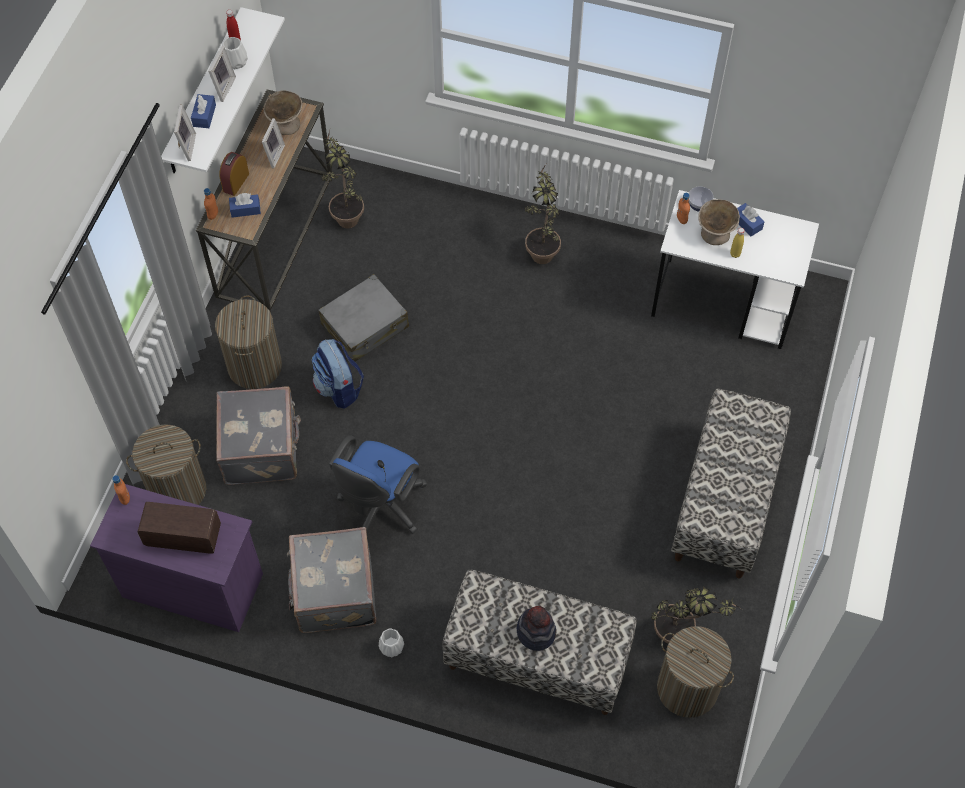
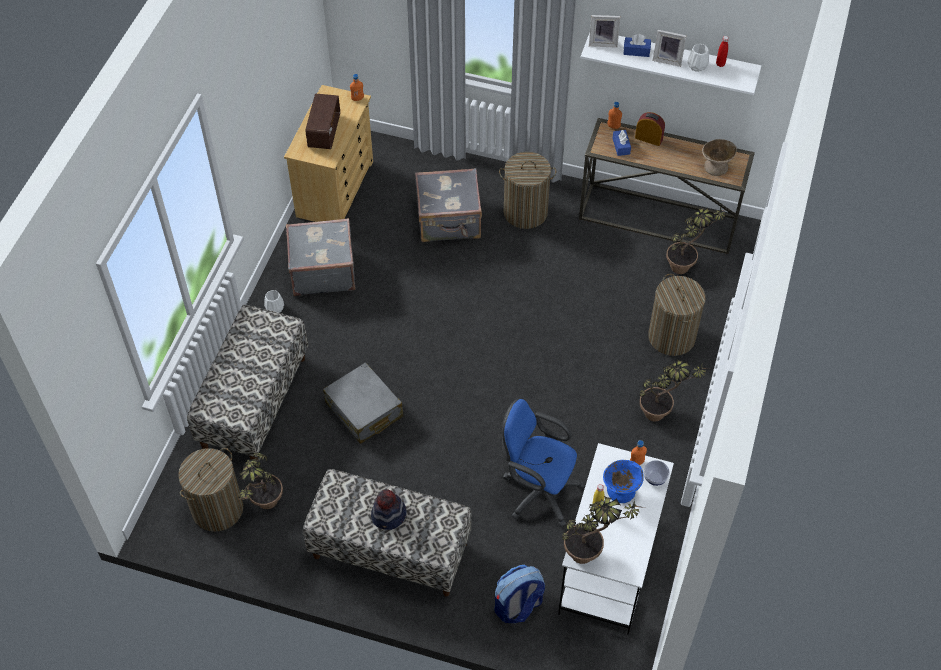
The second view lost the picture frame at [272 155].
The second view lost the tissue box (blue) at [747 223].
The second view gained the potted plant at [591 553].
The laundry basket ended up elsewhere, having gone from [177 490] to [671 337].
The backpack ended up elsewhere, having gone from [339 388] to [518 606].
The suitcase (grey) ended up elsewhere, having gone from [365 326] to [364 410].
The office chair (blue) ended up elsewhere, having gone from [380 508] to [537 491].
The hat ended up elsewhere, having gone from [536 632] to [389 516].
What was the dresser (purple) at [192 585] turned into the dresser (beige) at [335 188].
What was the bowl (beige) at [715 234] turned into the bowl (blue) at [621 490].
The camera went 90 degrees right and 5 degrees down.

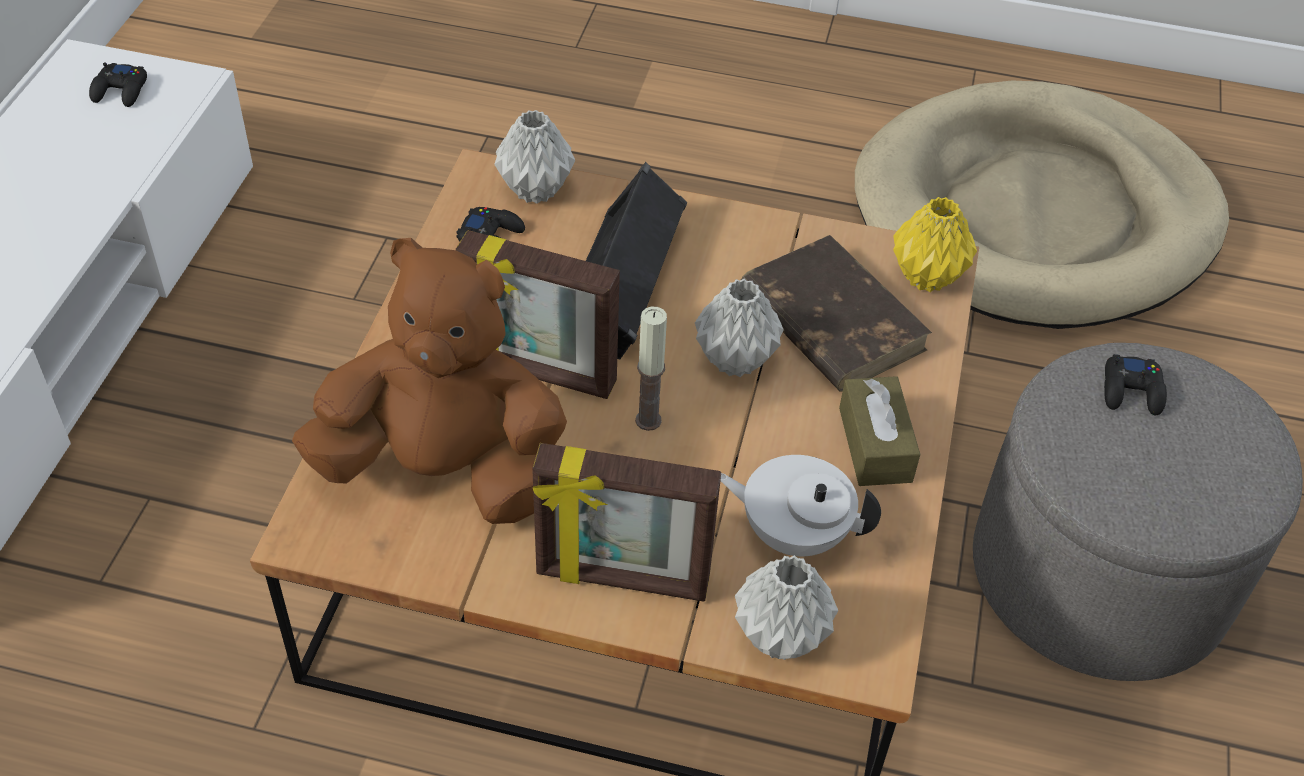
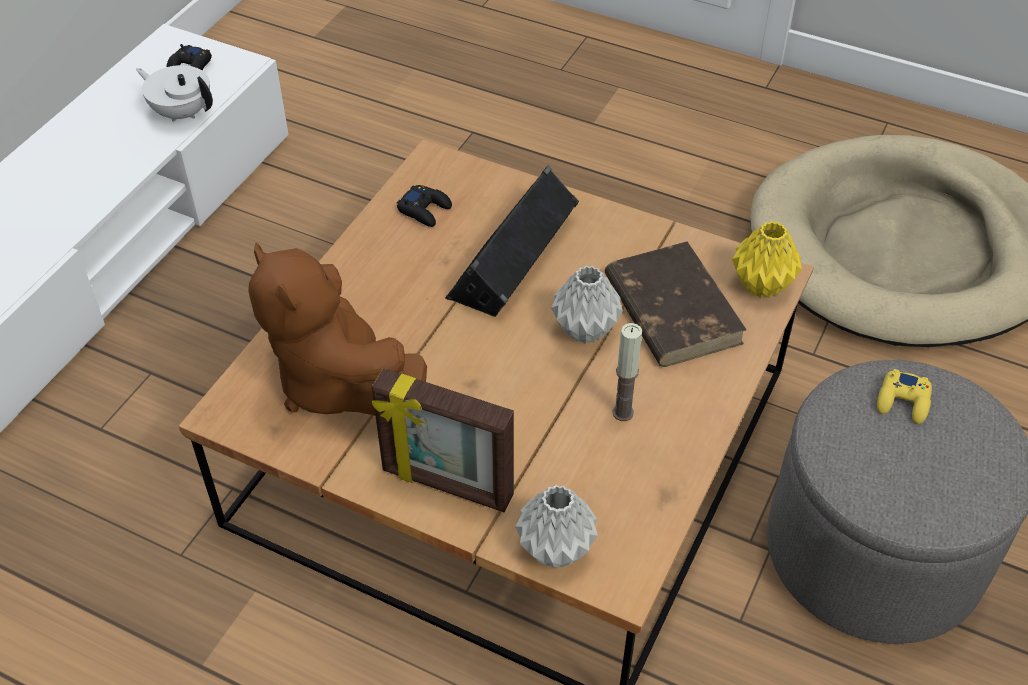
The second view lost the picture frame at [539 373].
The second view lost the vase (grey) at [534 191].
The second view lost the tissue box (brown) at [875 444].
The candle ended up elsewhere, having gone from [648 420] to [623 412].
The teapot (white) ended up elsewhere, having gone from [793 533] to [182 112].
What was the game controller (black) at [1132 391] turned into the game controller (yellow) at [903 401].
The plush toy (brown) at [445 470] ended up facing another way, 150 degrees counterclockwise from before.
The camera went 15 degrees right and 0 degrees up.

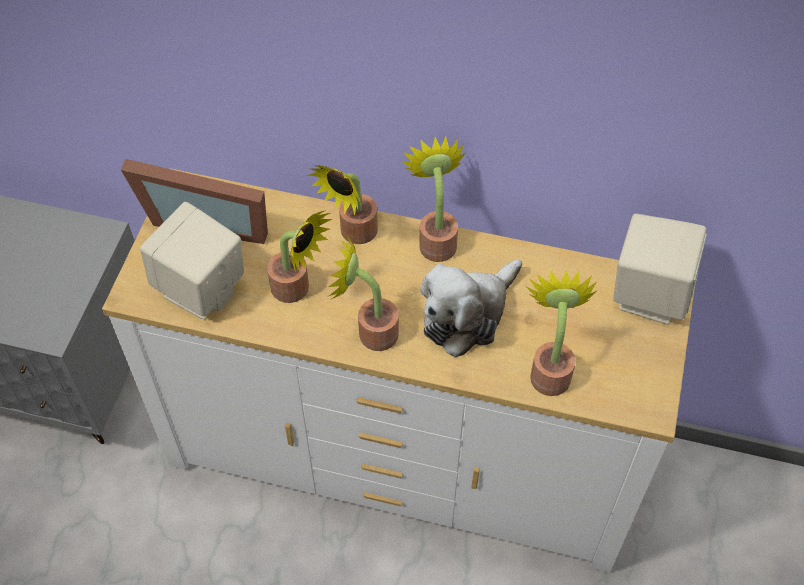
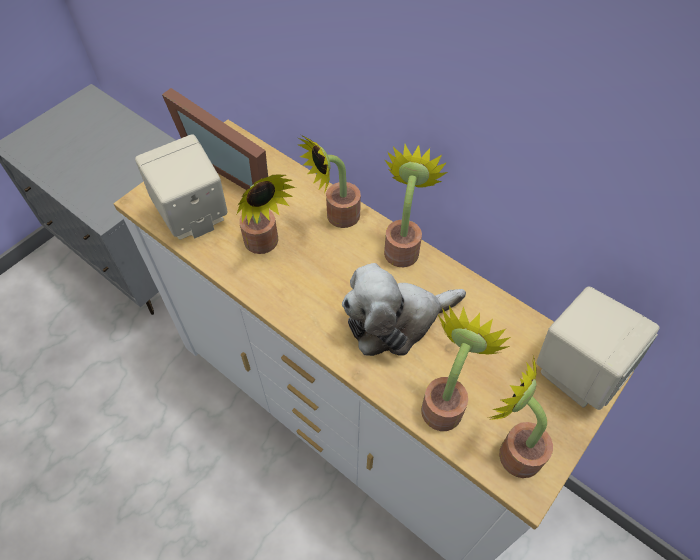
The potted plant ended up elsewhere, having gone from [370 332] to [512 450].
The camera went 25 degrees right and 0 degrees up.

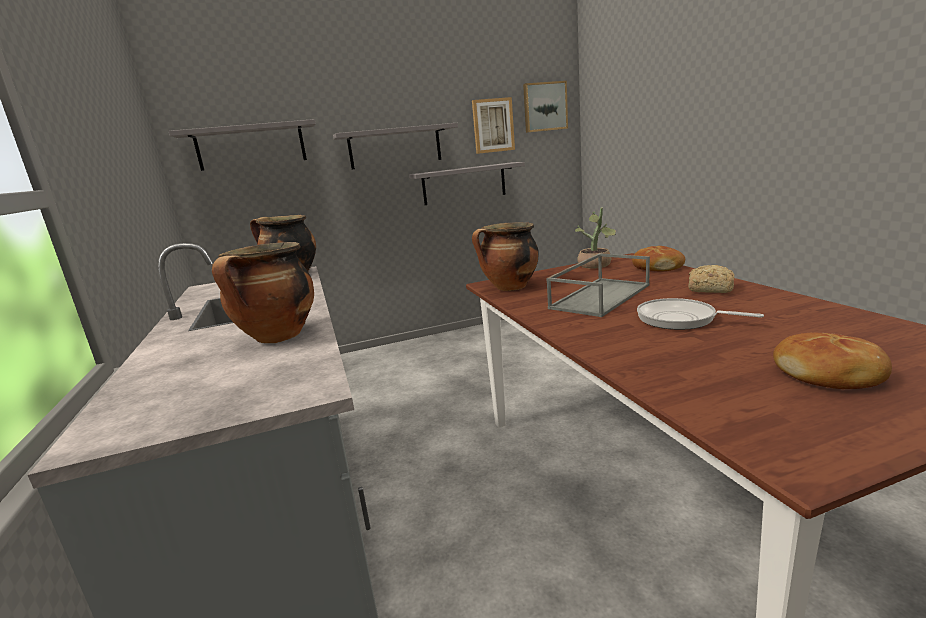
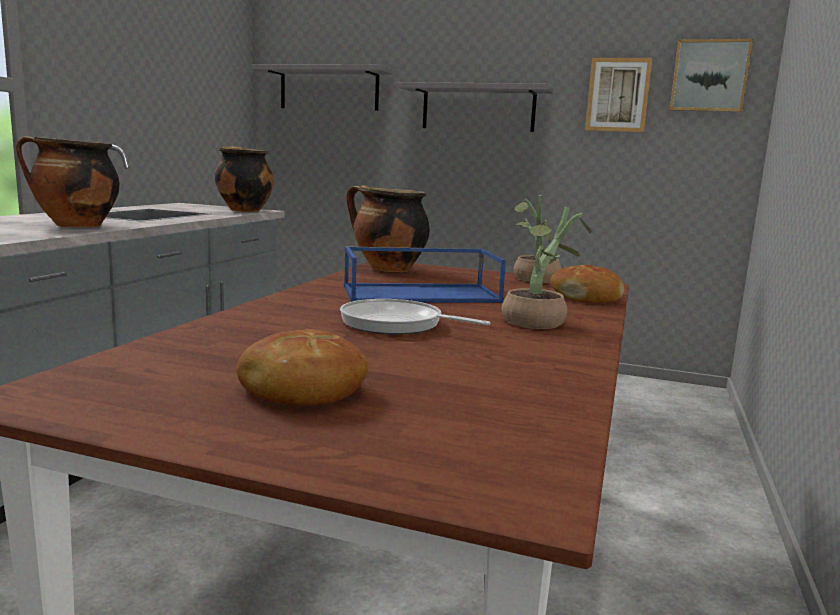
The second view lost the shelf (grey) at [464 184].
Where the bread stood at [708 289], the potted plant came to stand at [541 322].
What was the tray (grey) at [600 296] turned into the tray (blue) at [422 294].
The frying pan at [680 319] ended up facing another way, 45 degrees counterclockwise from before.
The camera went 35 degrees right and 5 degrees down.

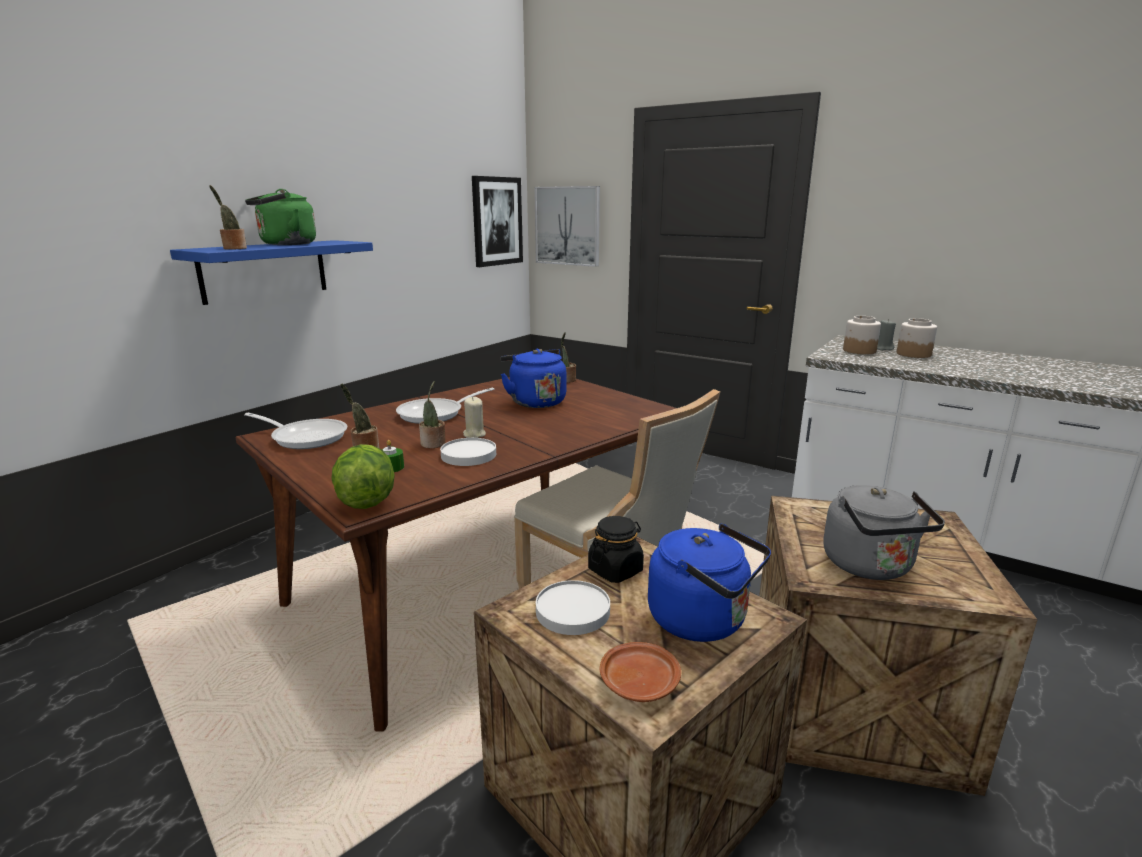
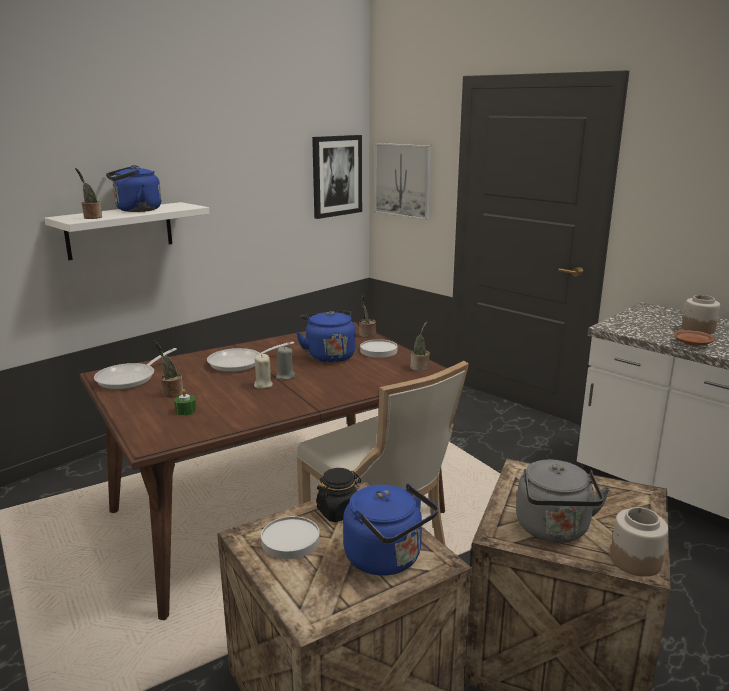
The second view lost the lettuce at [366 500].
The potted plant ended up elsewhere, having gone from [433 444] to [420 368].
The plate (white) ended up elsewhere, having gone from [468 455] to [378 351].
The plate (brown) ended up elsewhere, having gone from [639 682] to [692 343].
The jar ended up elsewhere, having gone from [859 350] to [635 560].
The candle (grey) ended up elsewhere, having gone from [883 348] to [285 376].
What was the shelf (blue) at [264 270] turned into the shelf (white) at [120 230].
What was the kettle (green) at [285 244] turned into the kettle (blue) at [135 210].
The frying pan at [305 437] ended up facing another way, 90 degrees clockwise from before.
The camera went 10 degrees right and 0 degrees up.

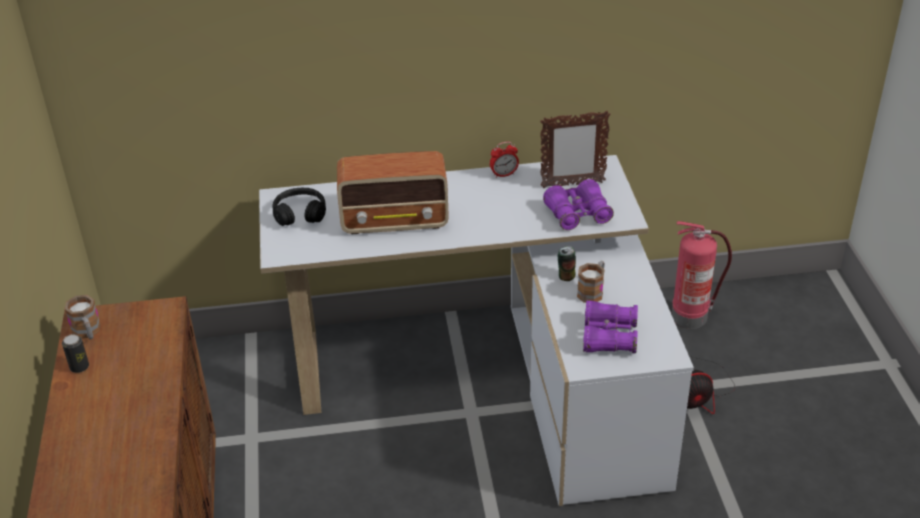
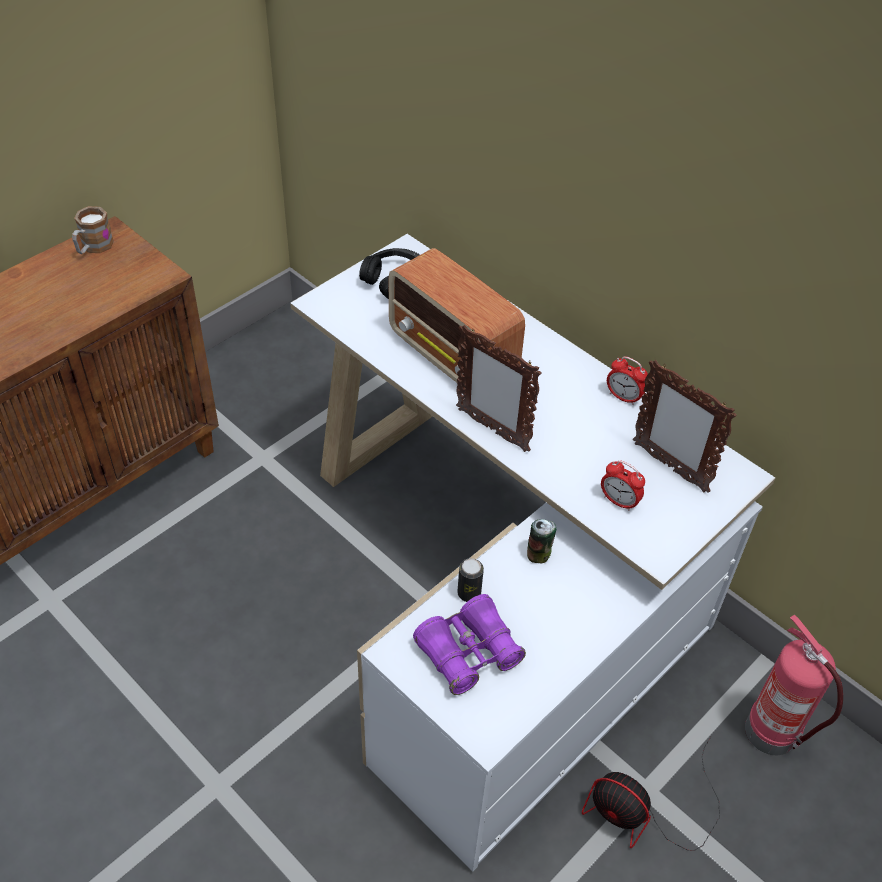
The second view lost the mug at [592 291].
The second view gained the picture frame at [492 429].
The can ended up elsewhere, having gone from [79 367] to [469 593].
Where the binoculars (purple) stood at [578 214], the alarm clock came to stand at [619 501].
The camera went 50 degrees right and 10 degrees up.

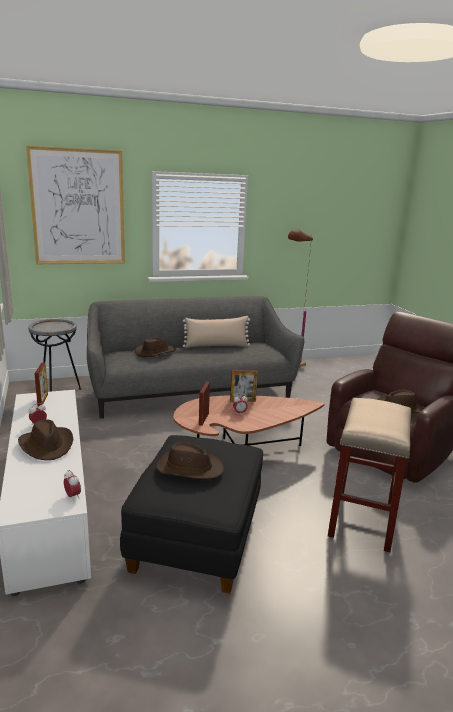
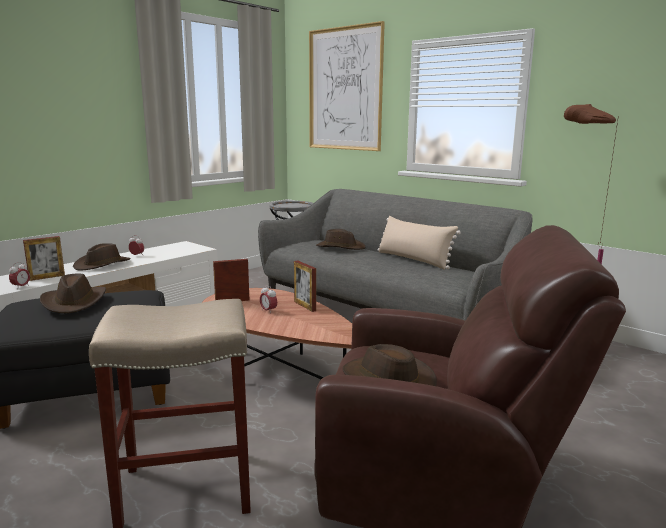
The picture frame ended up elsewhere, having gone from [42 400] to [47 277].
The camera went 60 degrees right and 5 degrees down.

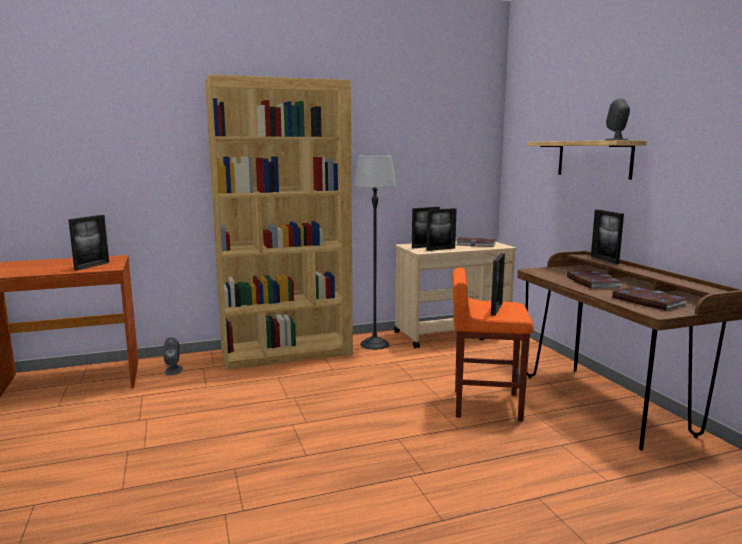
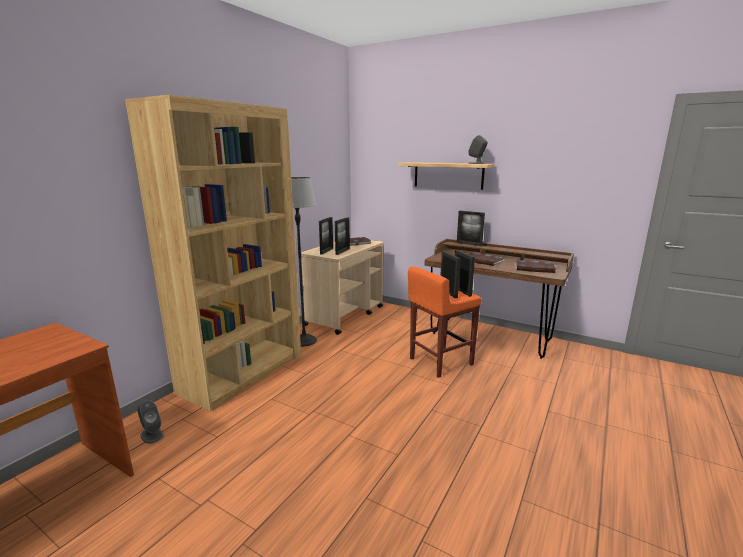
The picture frame ended up elsewhere, having gone from [92 266] to [462 291].
The camera went 40 degrees left and 5 degrees up.

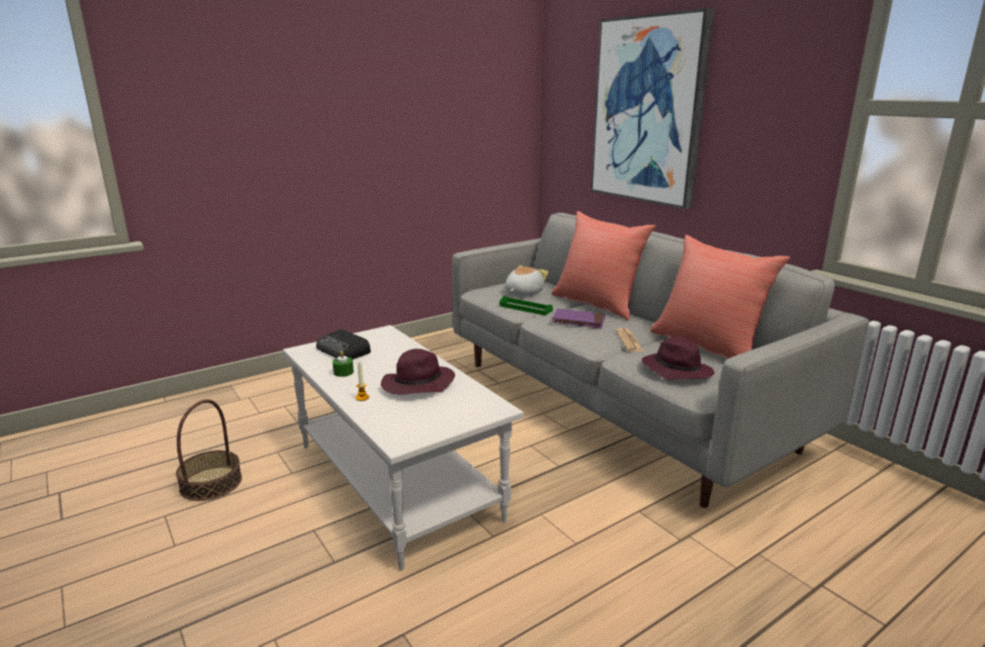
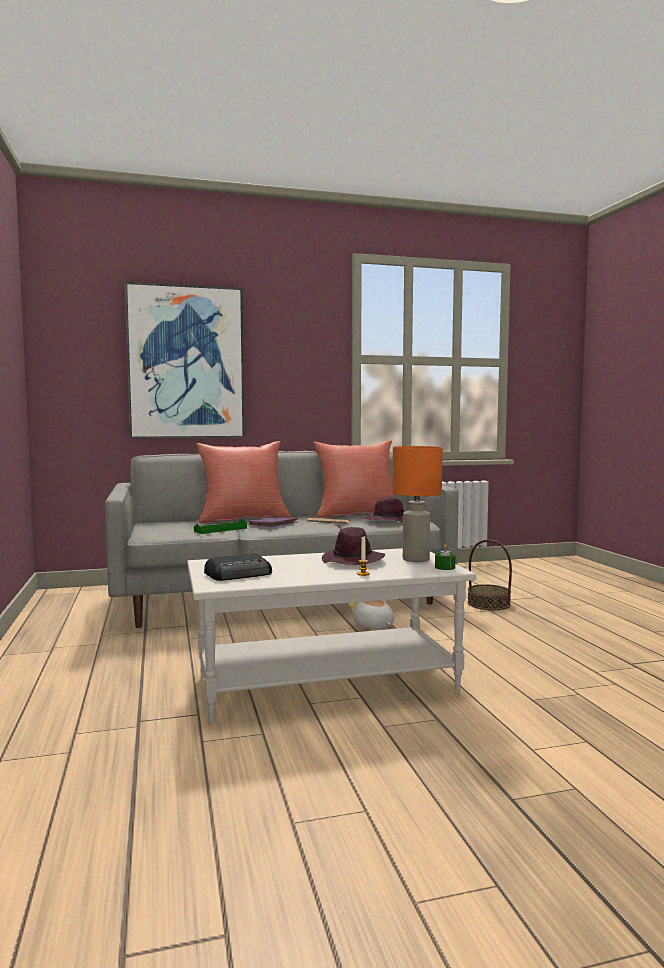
The second view gained the table lamp (orange) at [415 559].
The basket ended up elsewhere, having gone from [211 483] to [488 604].
The candle (green) ended up elsewhere, having gone from [343 372] to [445 567].
The plush toy ended up elsewhere, having gone from [523 293] to [373 626].
The camera went 70 degrees left and 15 degrees down.

